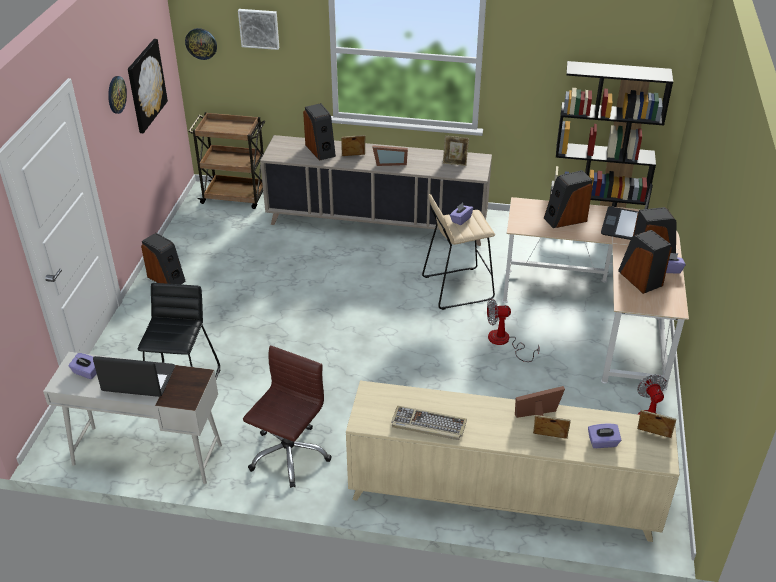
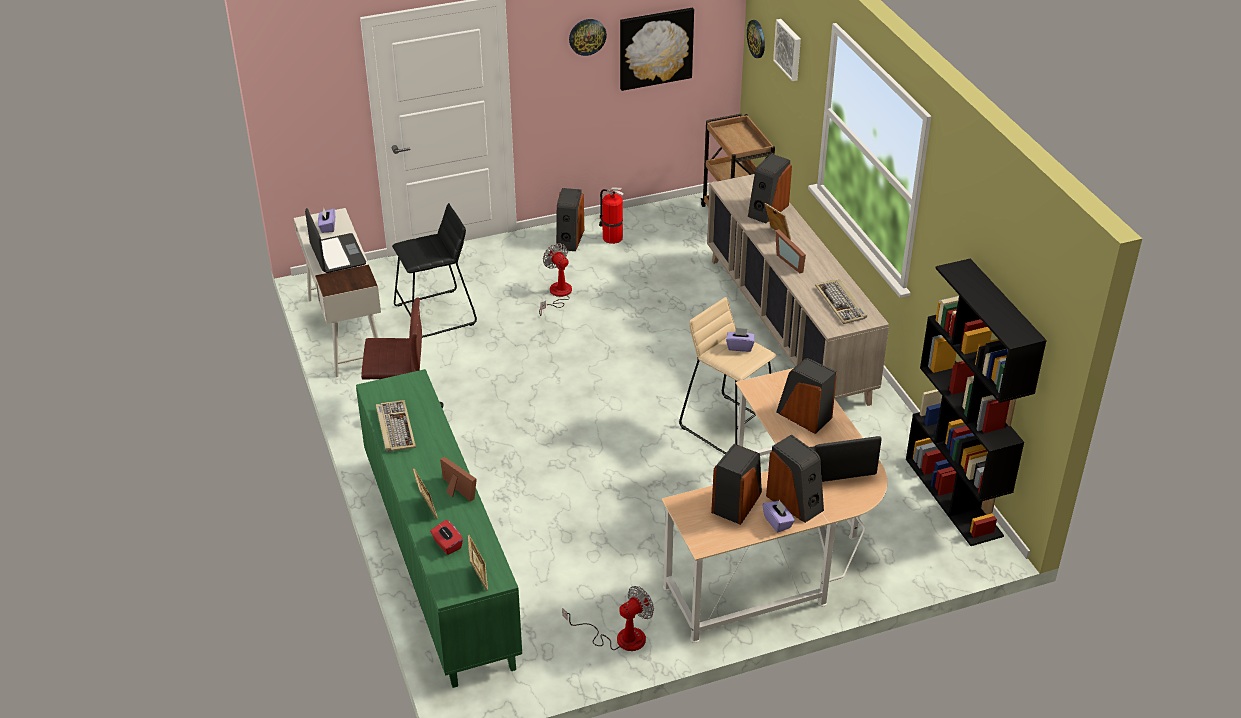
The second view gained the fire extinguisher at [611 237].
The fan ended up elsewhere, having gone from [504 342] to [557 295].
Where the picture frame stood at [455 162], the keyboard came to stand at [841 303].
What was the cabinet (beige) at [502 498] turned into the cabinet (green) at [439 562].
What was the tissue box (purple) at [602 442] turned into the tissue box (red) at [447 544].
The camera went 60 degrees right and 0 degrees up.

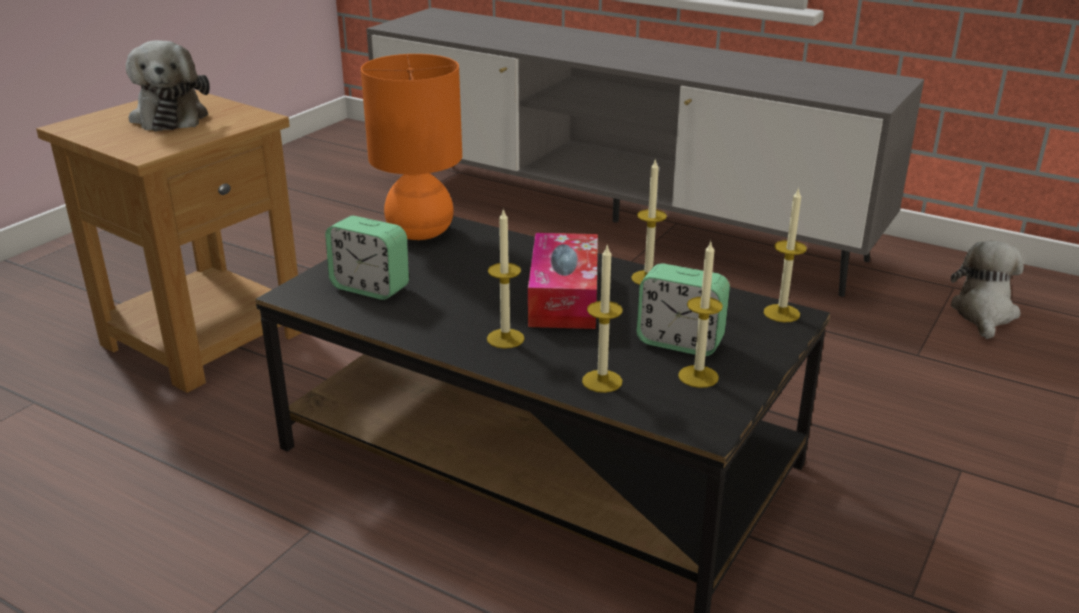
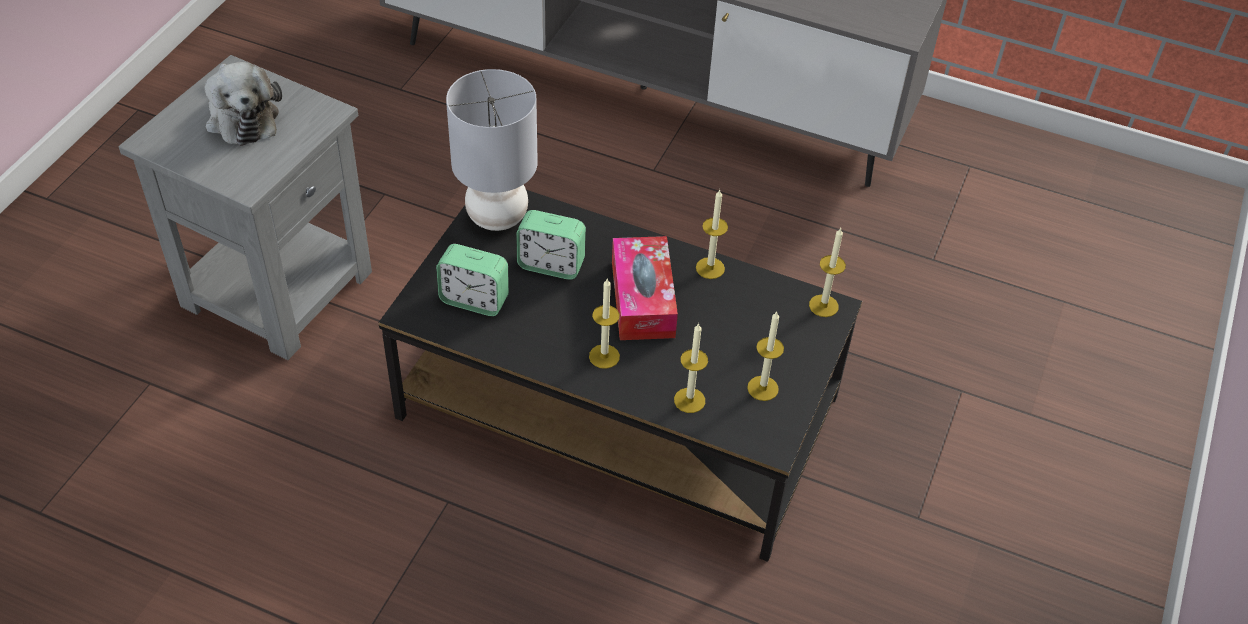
The second view lost the plush toy at [983 314].
The alarm clock ended up elsewhere, having gone from [680 342] to [551 264].
What was the side table (brown) at [205 337] turned into the side table (grey) at [278 287].
What was the table lamp (orange) at [419 232] turned into the table lamp (grey) at [496 216].
The camera went 10 degrees left and 20 degrees up.

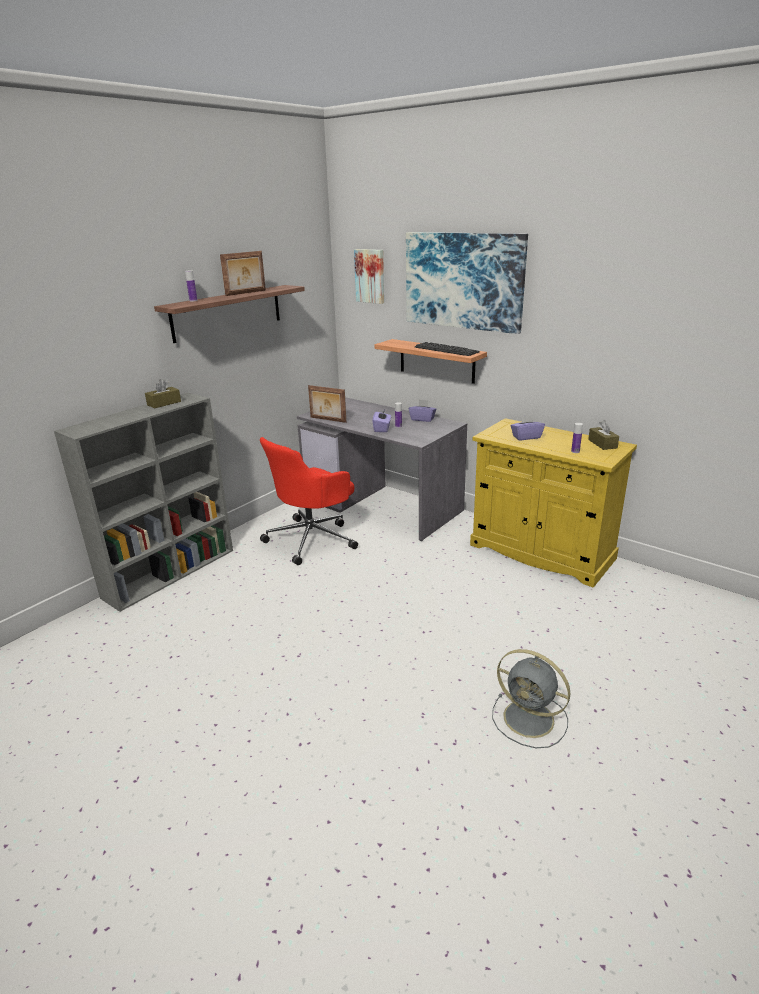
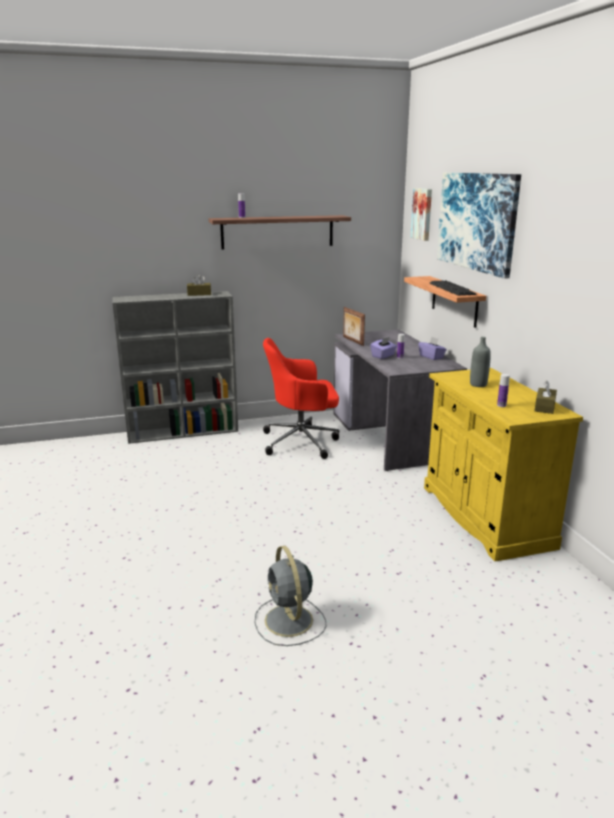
The second view lost the picture frame at [246 293].
Where the tissue box (purple) stood at [526 437], the bottle (grey) came to stand at [478 384].
The camera went 35 degrees right and 5 degrees down.

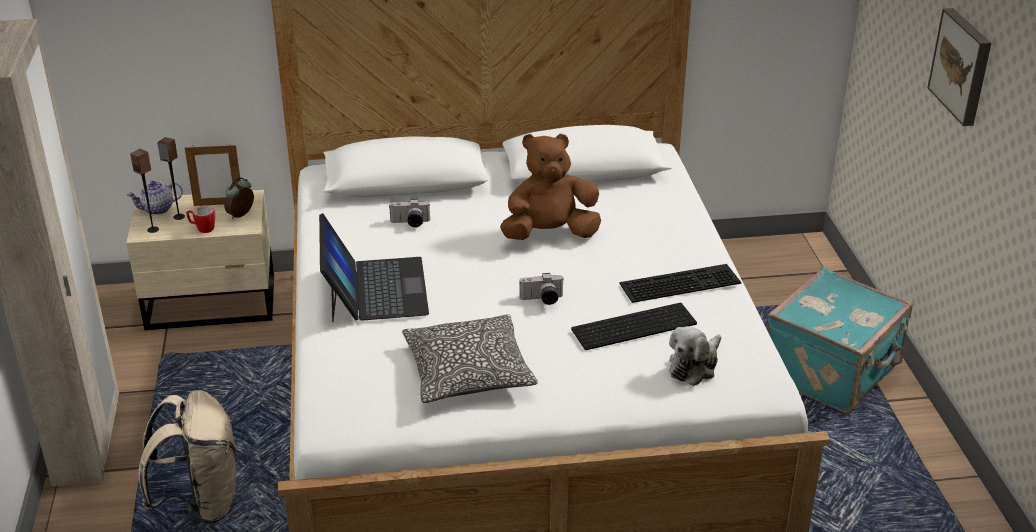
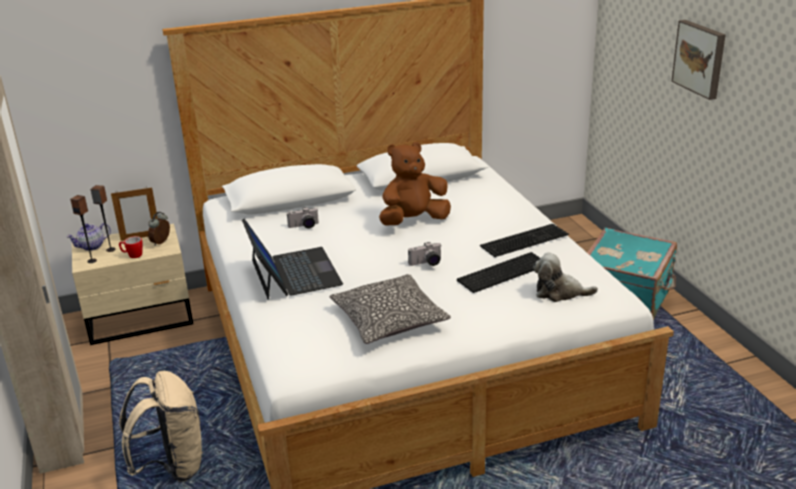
The plush toy at [694 366] ended up facing another way, 75 degrees clockwise from before.
The camera went 10 degrees left and 5 degrees down.

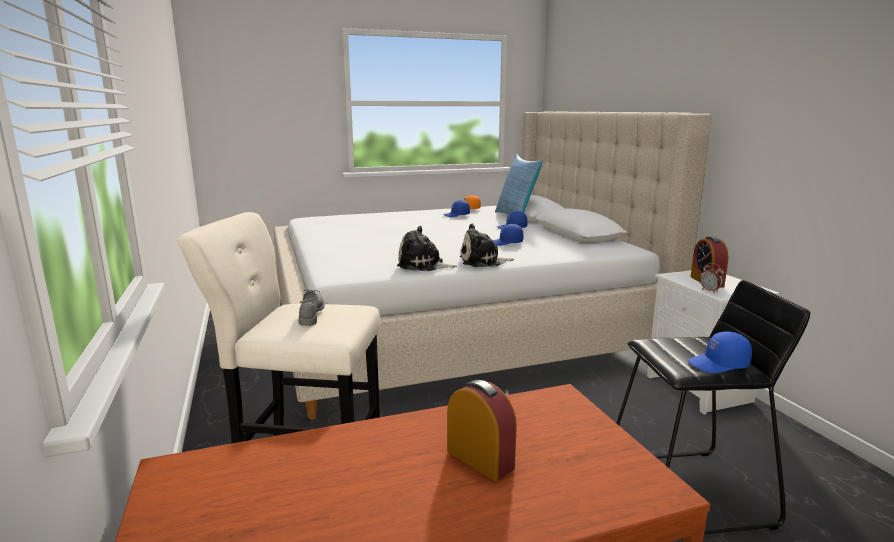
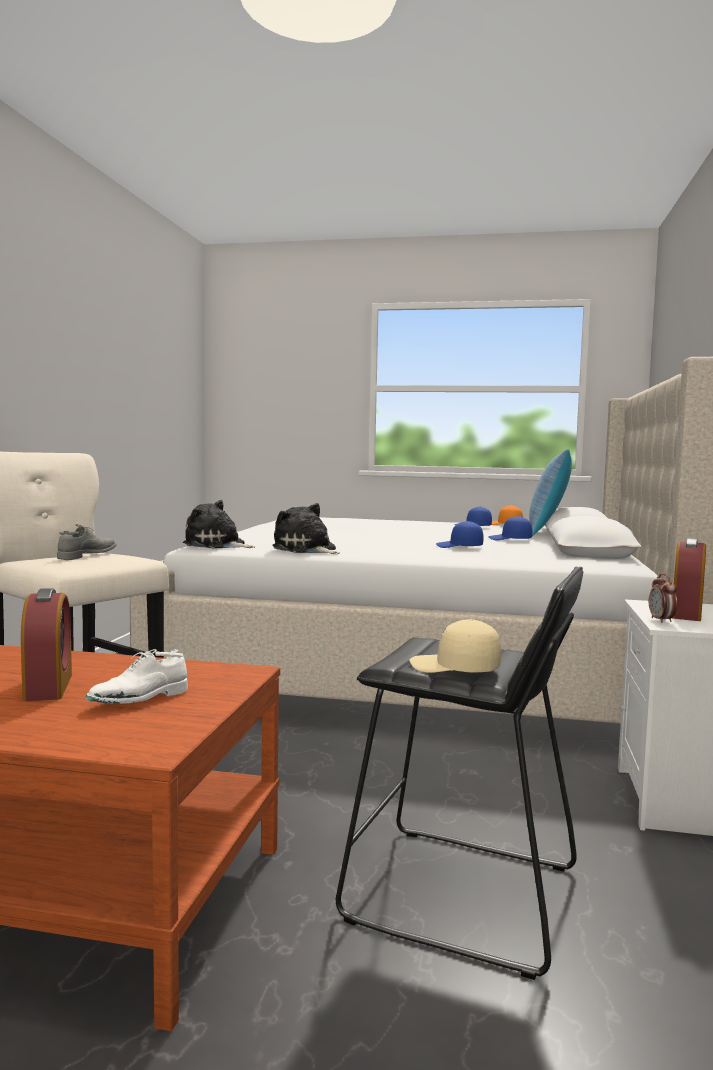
The second view gained the shoe (white) at [139 699].
The plush toy ended up elsewhere, having gone from [483 262] to [217 545].
What was the cap (blue) at [718 364] turned into the cap (beige) at [454 668].
The camera went 30 degrees right and 10 degrees down.

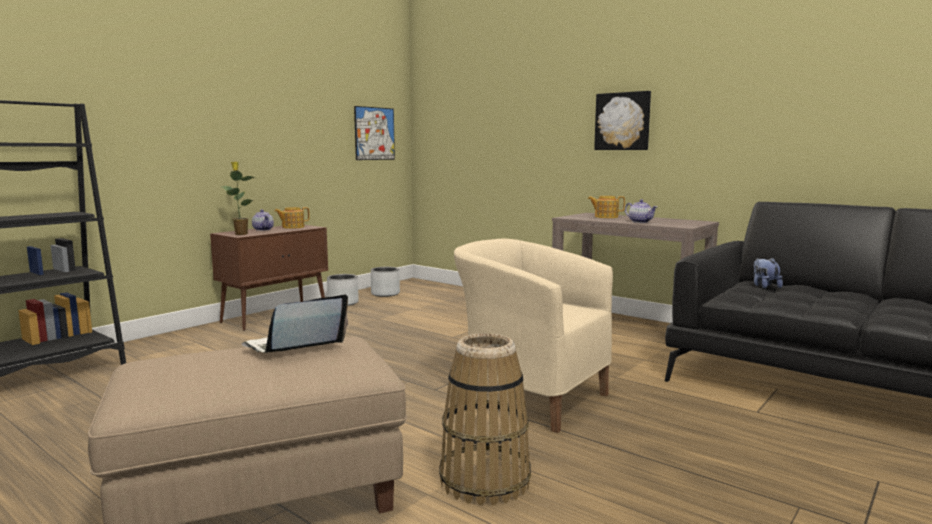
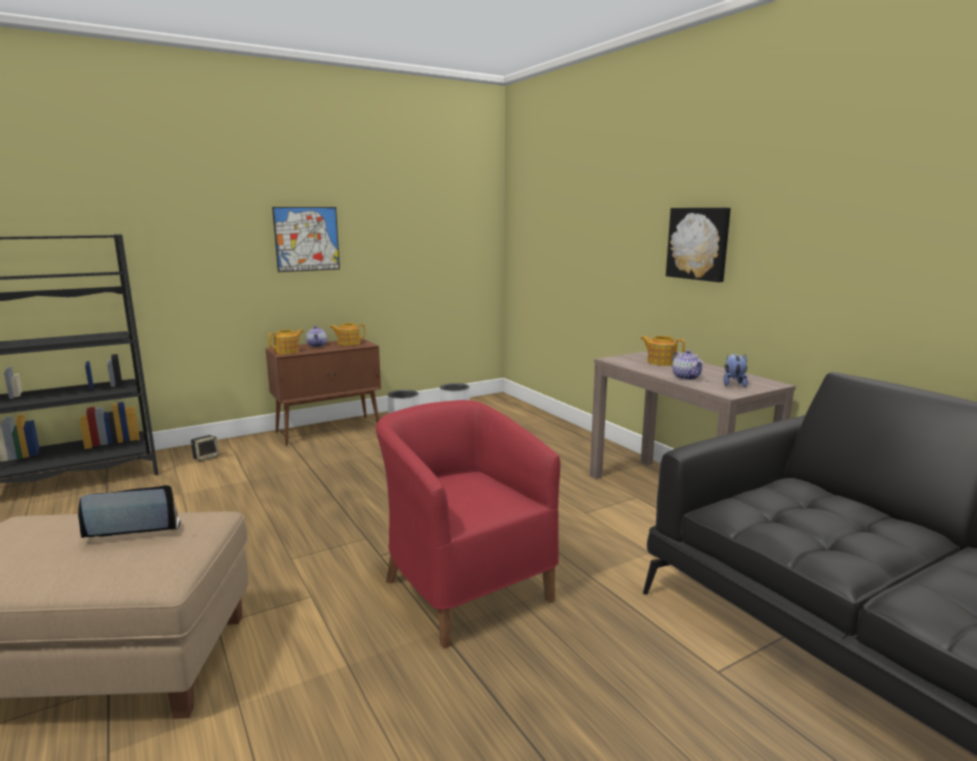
The second view lost the basket at [484 480].
The second view gained the speaker at [206 457].
The picture ended up elsewhere, having gone from [374 133] to [307 239].
The plush toy ended up elsewhere, having gone from [764 286] to [733 384].
Where the potted plant stood at [241 234], the teapot came to stand at [287 351].
What was the armchair (beige) at [528 397] turned into the armchair (red) at [463 586].
The camera went 20 degrees right and 5 degrees up.

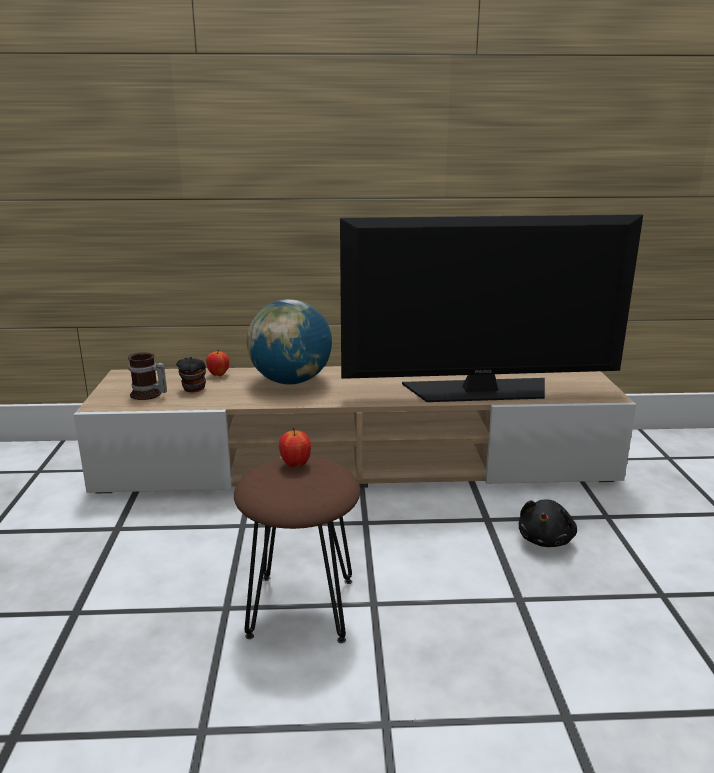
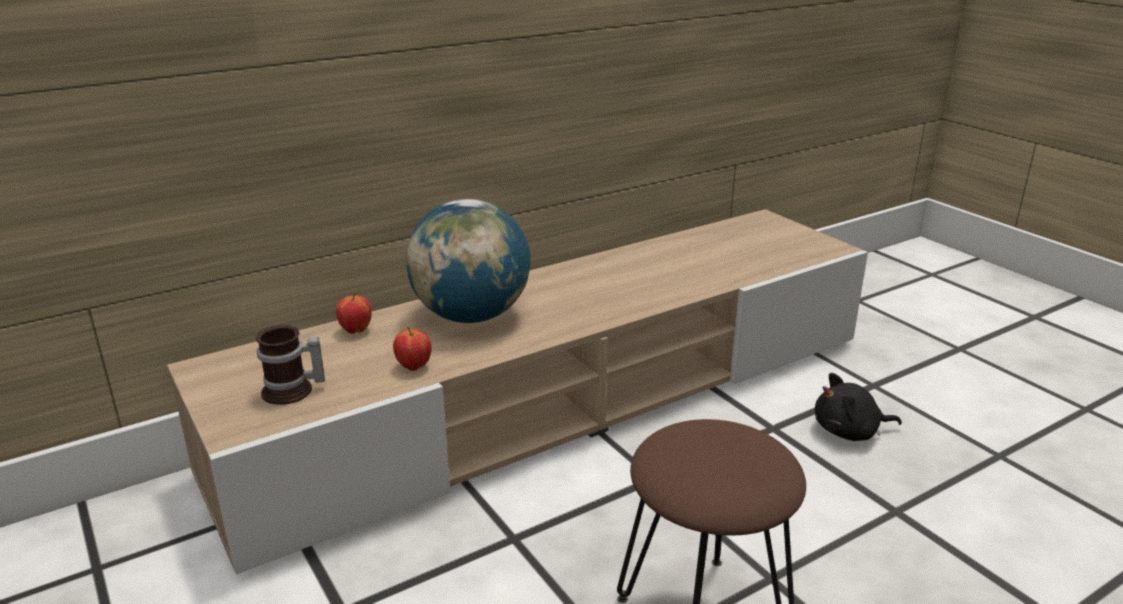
The second view lost the mug at [193 387].
The second view lost the television at [480 391].
The apple ended up elsewhere, having gone from [295 464] to [414 367].
The plush toy (black) at [546 539] ended up facing another way, 90 degrees clockwise from before.
The camera went 30 degrees left and 5 degrees up.

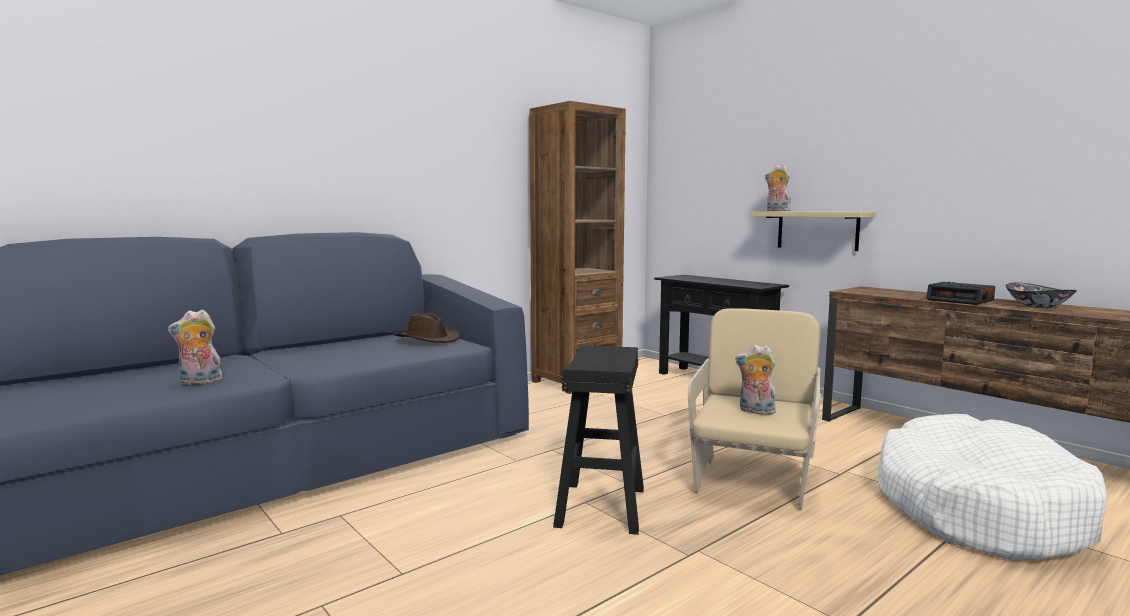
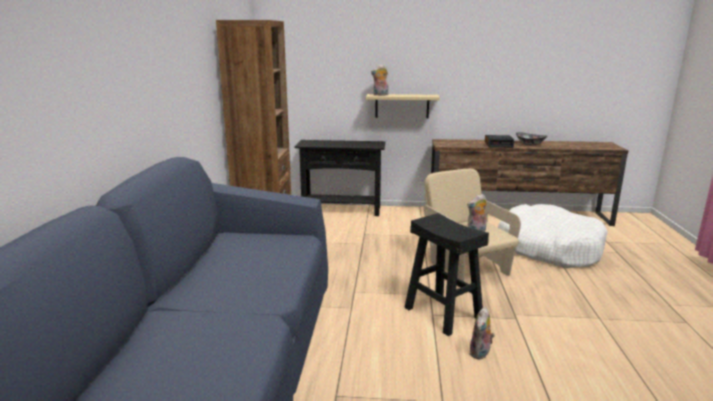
The second view lost the hat (brown) at [428 339].
The plush toy ended up elsewhere, having gone from [199 382] to [480 353].
The camera went 45 degrees left and 10 degrees up.

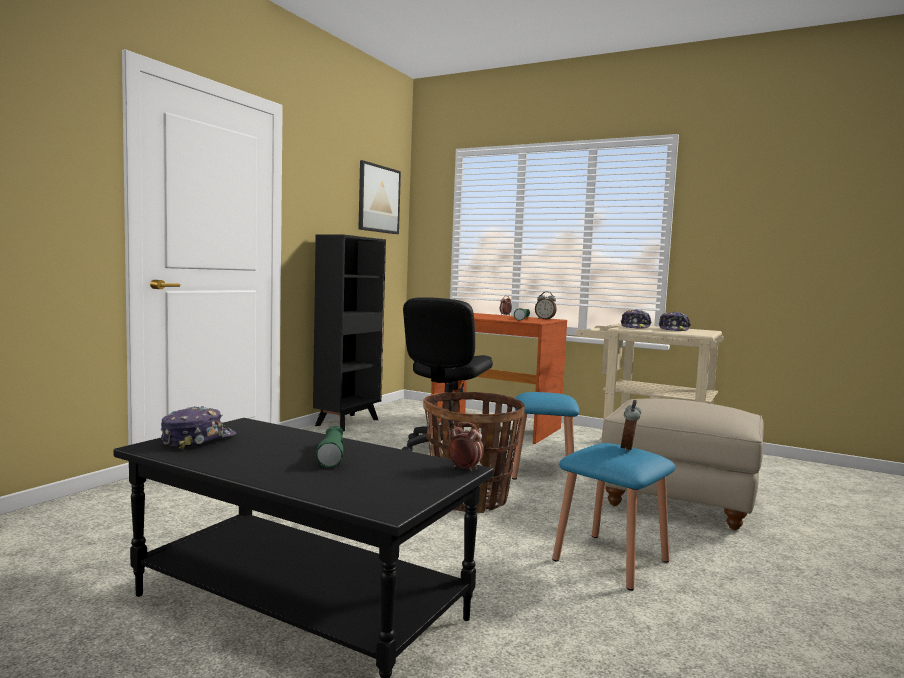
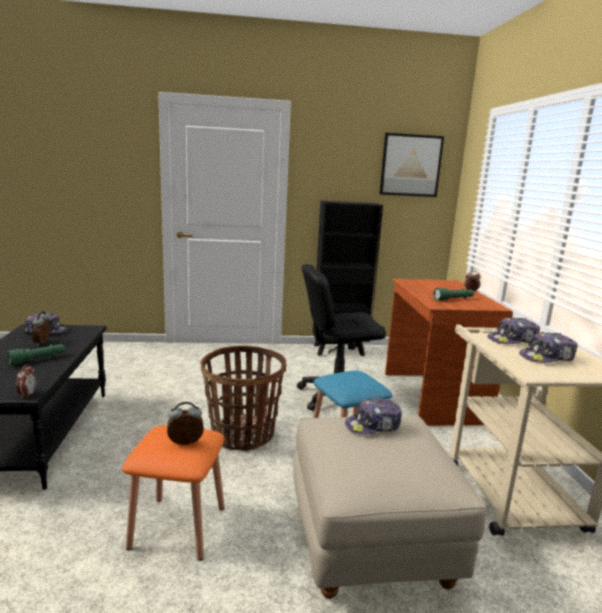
The second view gained the cap at [373 425].
The alarm clock ended up elsewhere, having gone from [545 319] to [43 343].
What was the stool (blue) at [610 560] turned into the stool (orange) at [178 526].
The camera went 55 degrees right and 10 degrees up.

